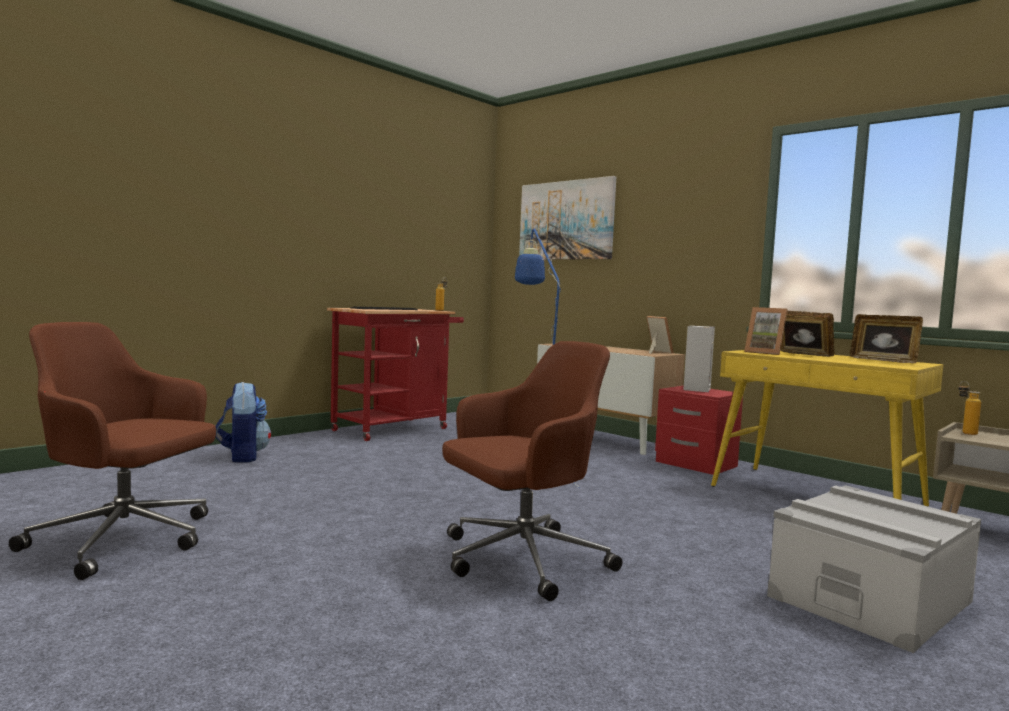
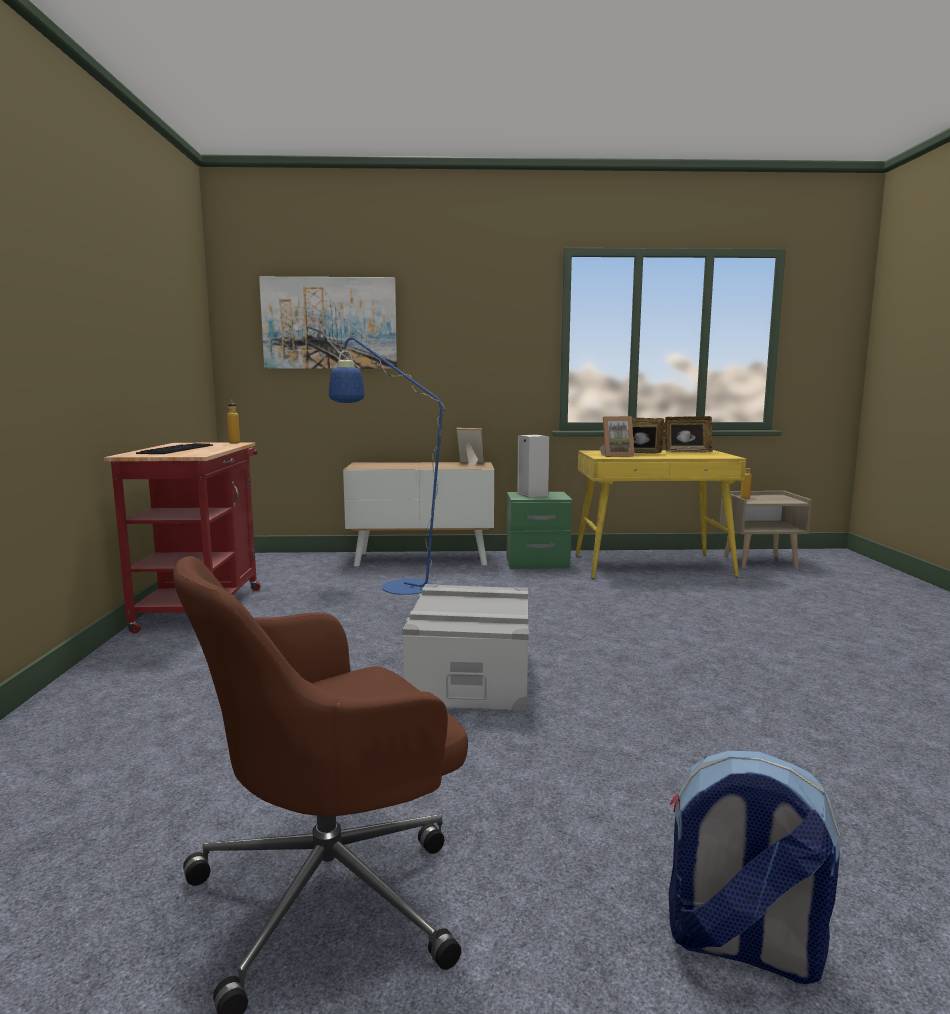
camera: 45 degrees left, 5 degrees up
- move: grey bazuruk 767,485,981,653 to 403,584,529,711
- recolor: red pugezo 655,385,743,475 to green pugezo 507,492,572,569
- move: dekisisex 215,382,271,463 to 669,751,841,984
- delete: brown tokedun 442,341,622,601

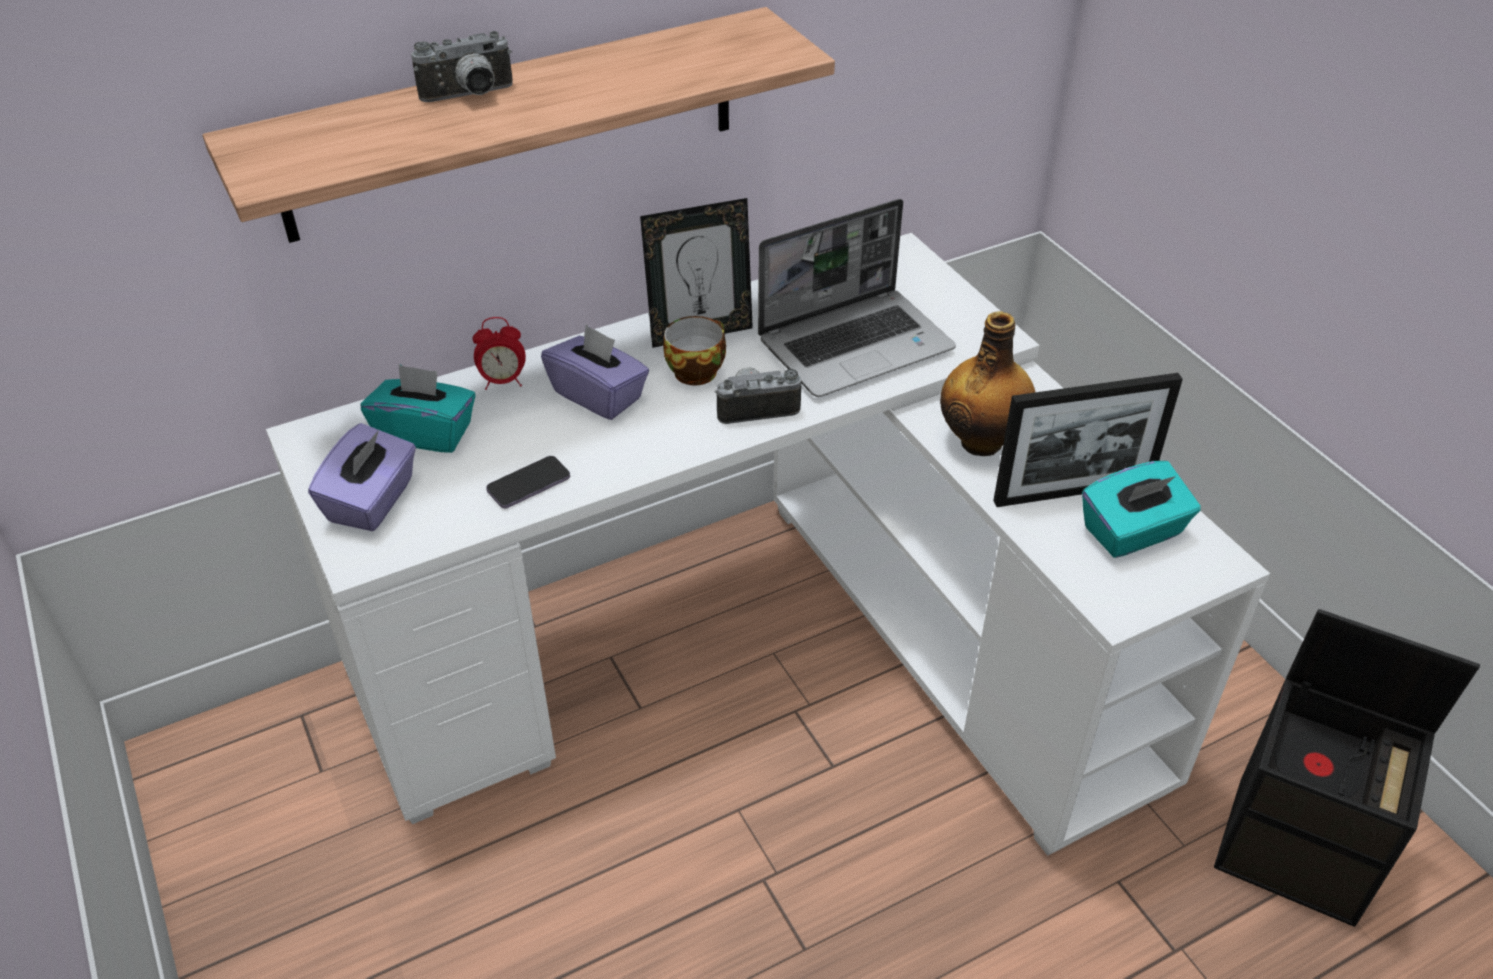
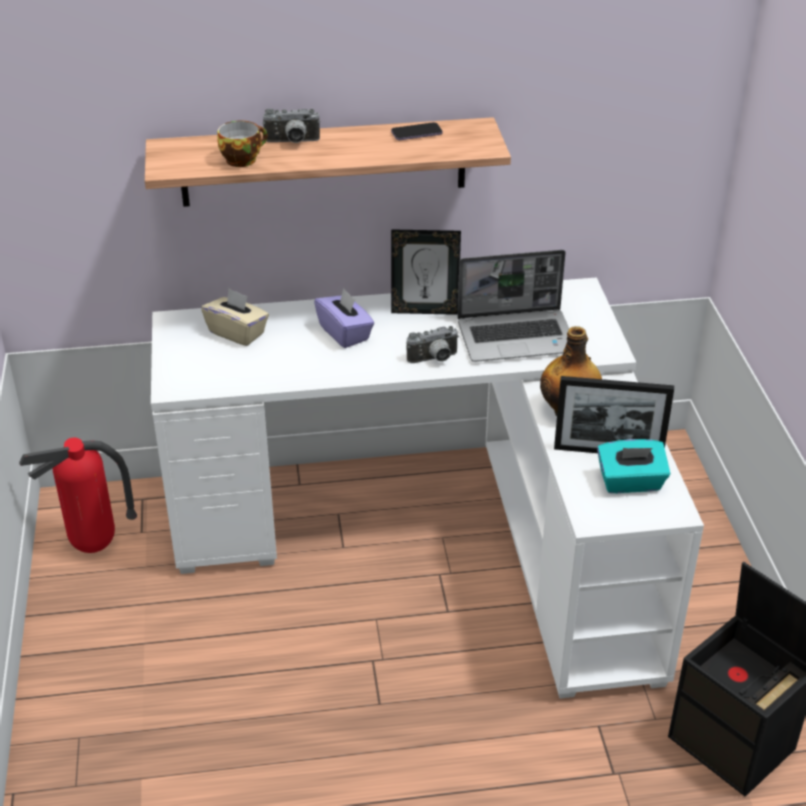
camera: 20 degrees right, 5 degrees down
- insert: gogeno 19,438,137,553
- recolor: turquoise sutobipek 360,364,476,453 to beige sutobipek 201,288,269,346
- move: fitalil 663,316,726,386 to 217,121,268,167
- move: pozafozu 486,456,570,508 to 391,122,442,140
- rotate: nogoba 714,367,801,424 = 407,326,459,363 150 degrees clockwise
- delete: purple sutobipek 308,423,416,531
- delete: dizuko 473,317,526,390

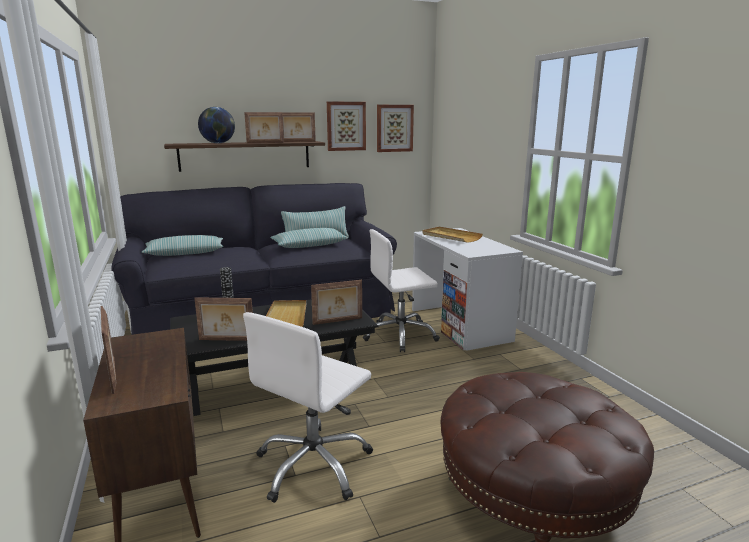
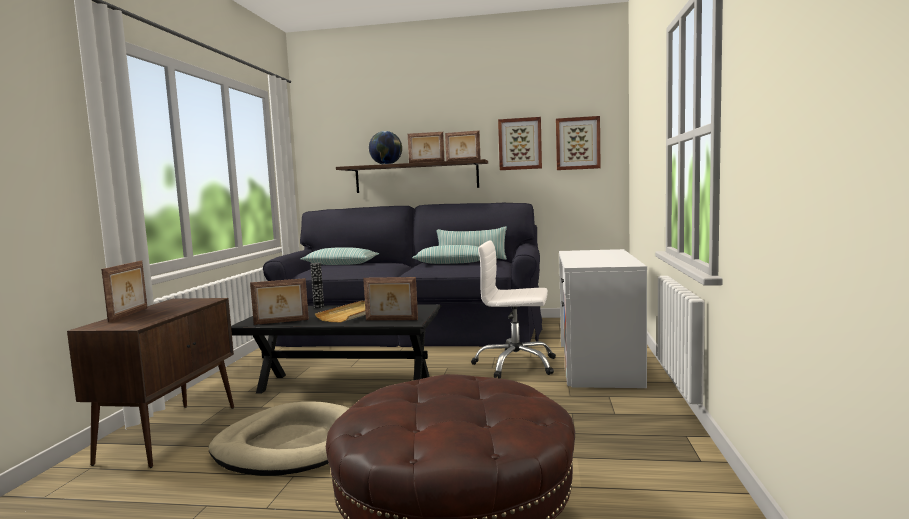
camera: 30 degrees right, 10 degrees down
- replace: white tokedun 243,312,373,503 to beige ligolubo 209,402,349,476
- rotate: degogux 194,297,253,341 = 250,278,309,325 45 degrees counterclockwise
- delete: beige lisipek 422,227,483,243

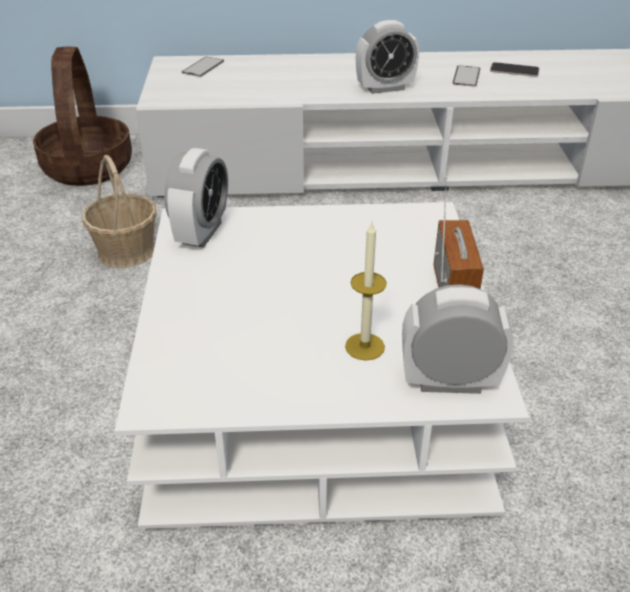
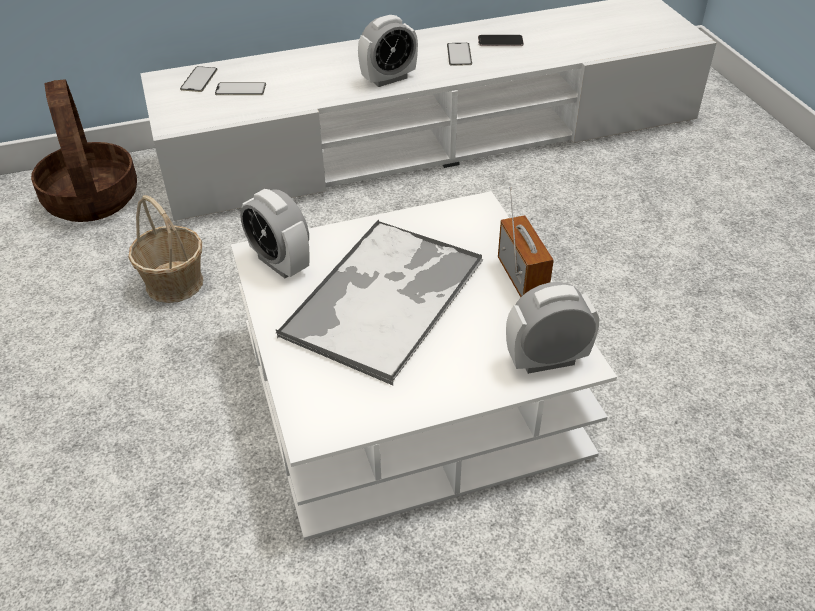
camera: 15 degrees left, 5 degrees up
- insert: pozafozu 215,82,266,95
- rotate: dizuko 164,148,228,248 = 240,189,310,278 135 degrees clockwise
- insert: lisipek 276,219,484,385
- delete: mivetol 345,223,387,360

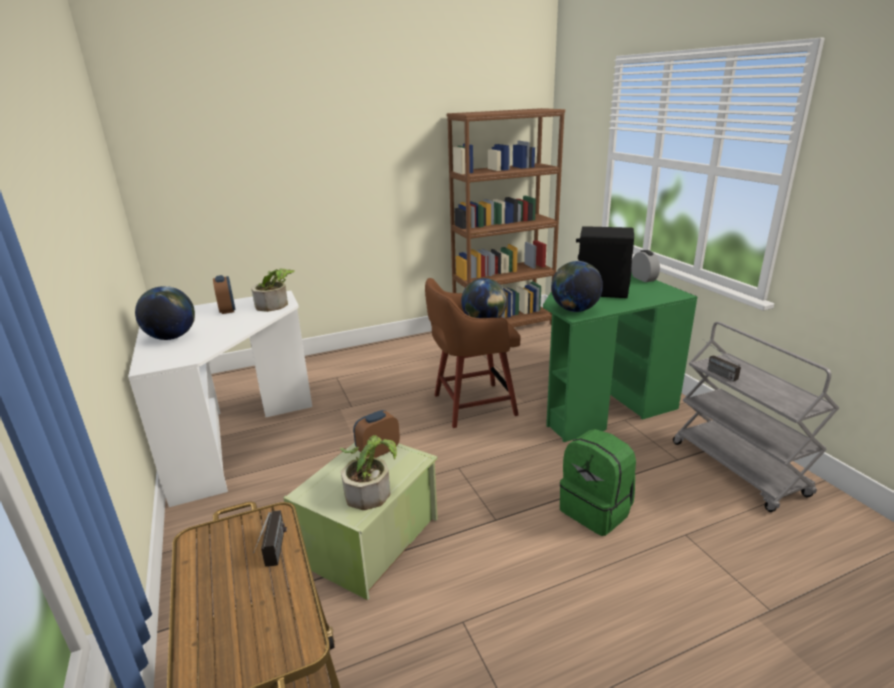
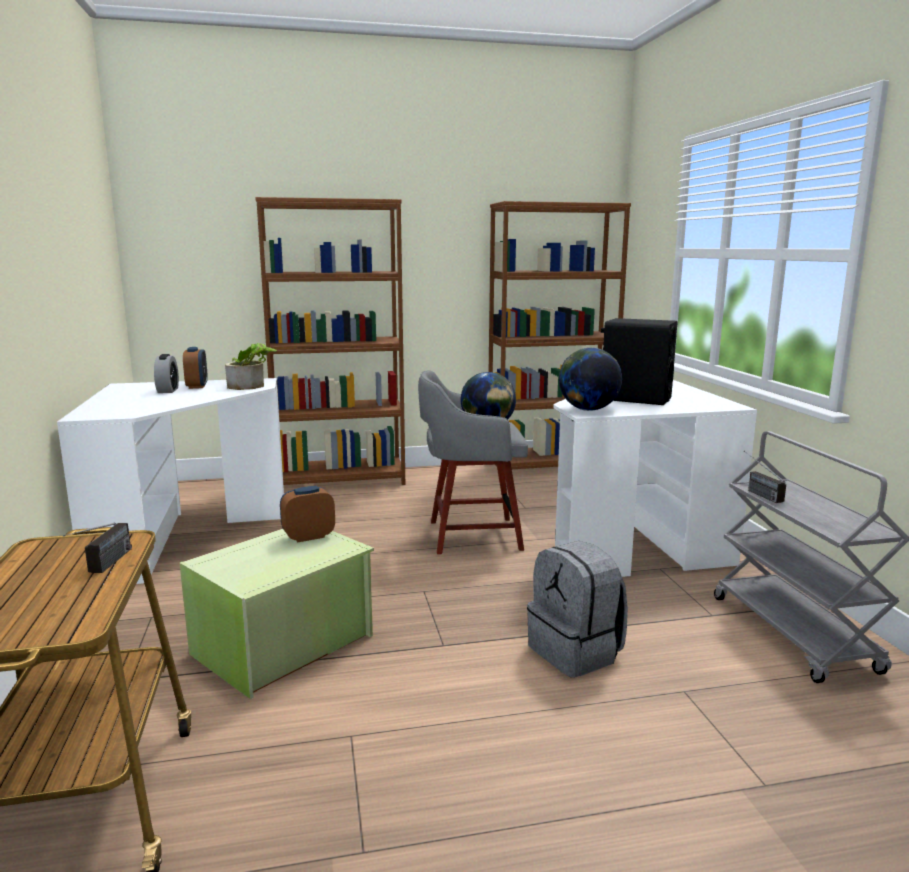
camera: 10 degrees right, 10 degrees down
- move: dizuko 631,250,660,282 to 154,354,179,393
- insert: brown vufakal 255,197,405,485
- recolor: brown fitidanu 425,278,520,428 to grey fitidanu 418,370,528,554
- recolor: green dekisisex 560,429,636,536 to grey dekisisex 527,541,628,678
- recolor: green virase 543,272,697,442 to white virase 553,380,757,577
- delete: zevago 135,286,195,340
- delete: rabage 340,435,397,510

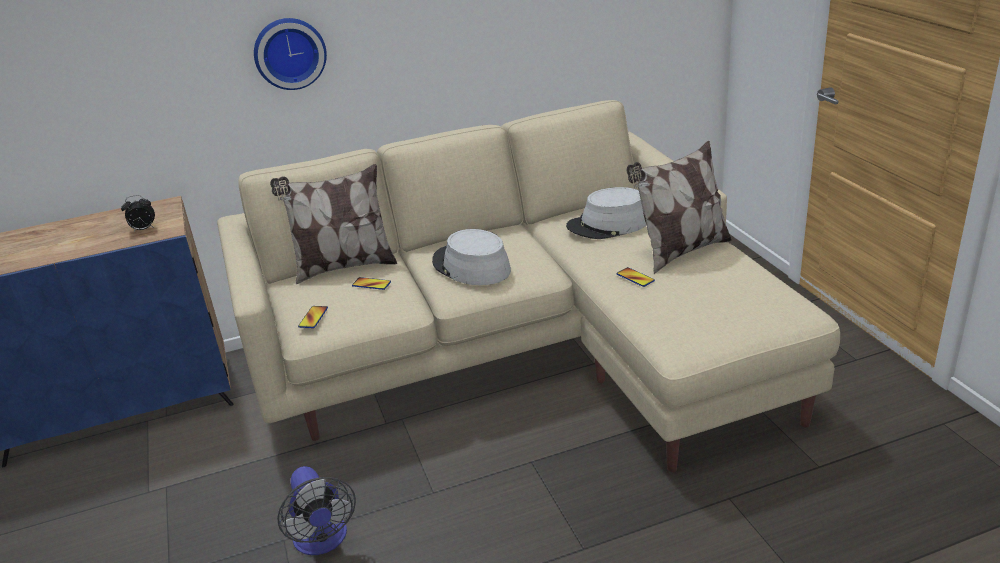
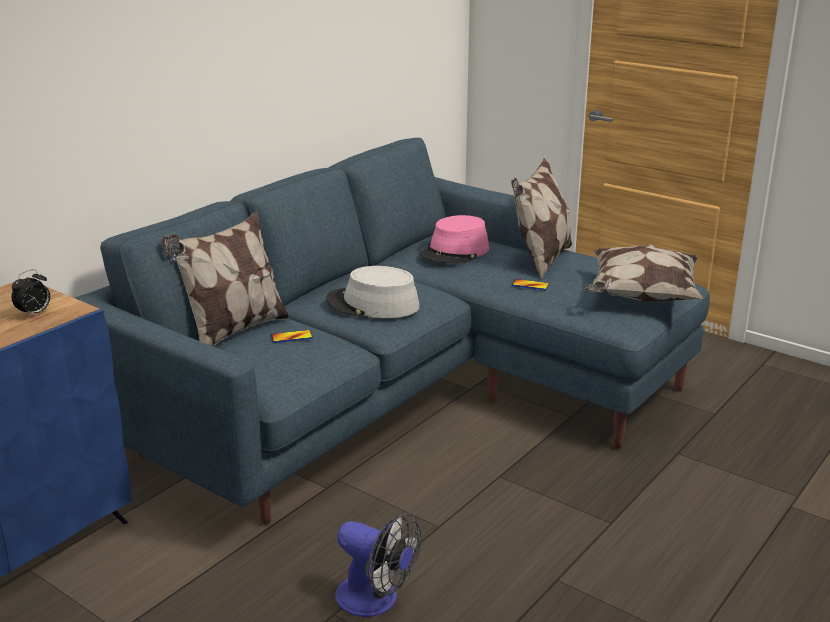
camera: 35 degrees left, 5 degrees down
- recolor: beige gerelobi 217,100,840,472 to blue gerelobi 74,138,710,524
- recolor: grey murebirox 566,187,646,239 to pink murebirox 420,215,489,264
- insert: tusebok 585,244,703,301
- delete: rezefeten 254,18,327,90
- delete: pozafozu 298,306,328,328

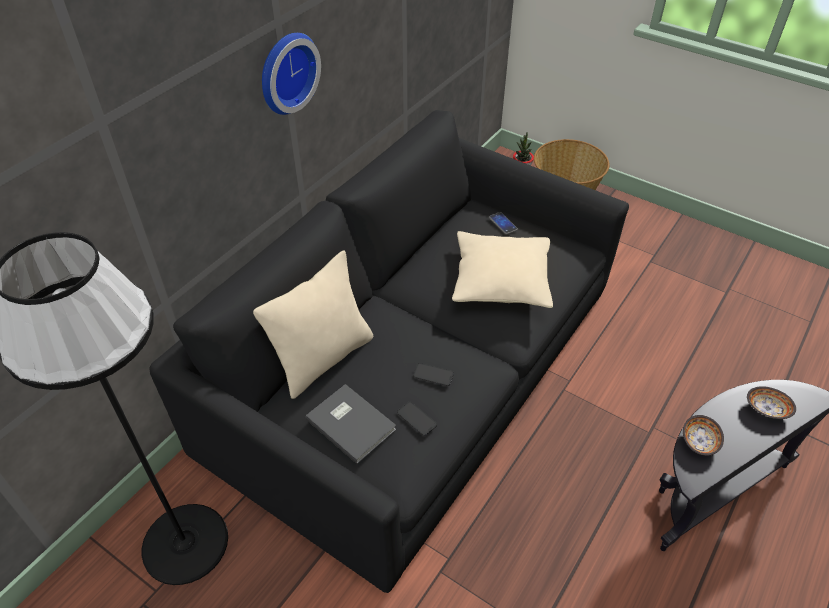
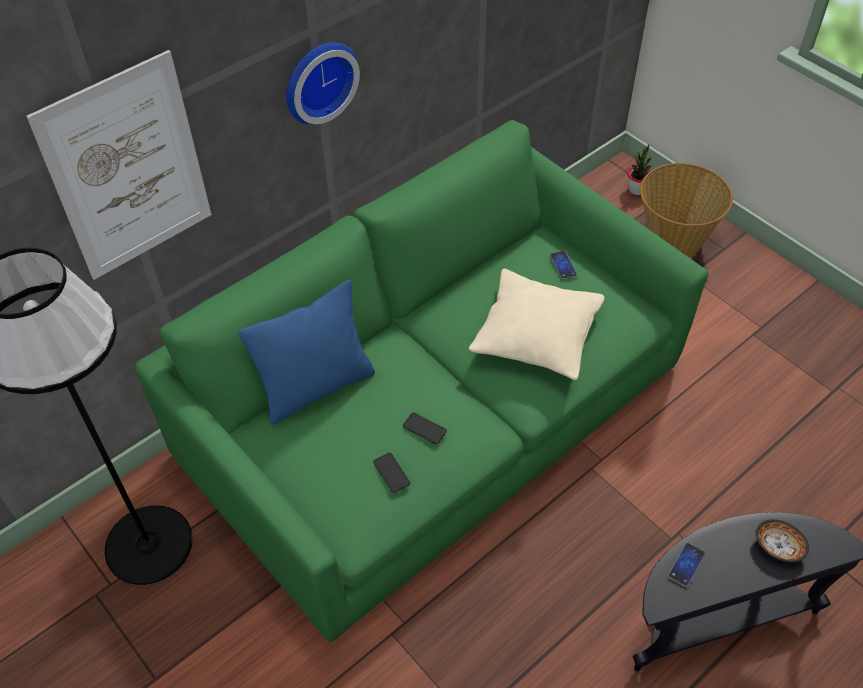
camera: 15 degrees right, 5 degrees up
- insert: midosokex 27,50,211,280
- recolor: black gerelobi 149,110,629,593 to green gerelobi 135,120,709,642
- recolor: beige tusebok 253,251,373,399 to blue tusebok 238,280,375,424
- replace: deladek 683,415,724,456 to pozafozu 668,543,706,587
- delete: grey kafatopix 305,384,396,464

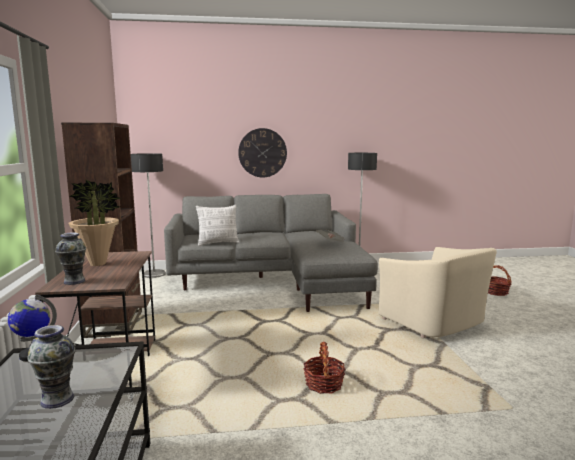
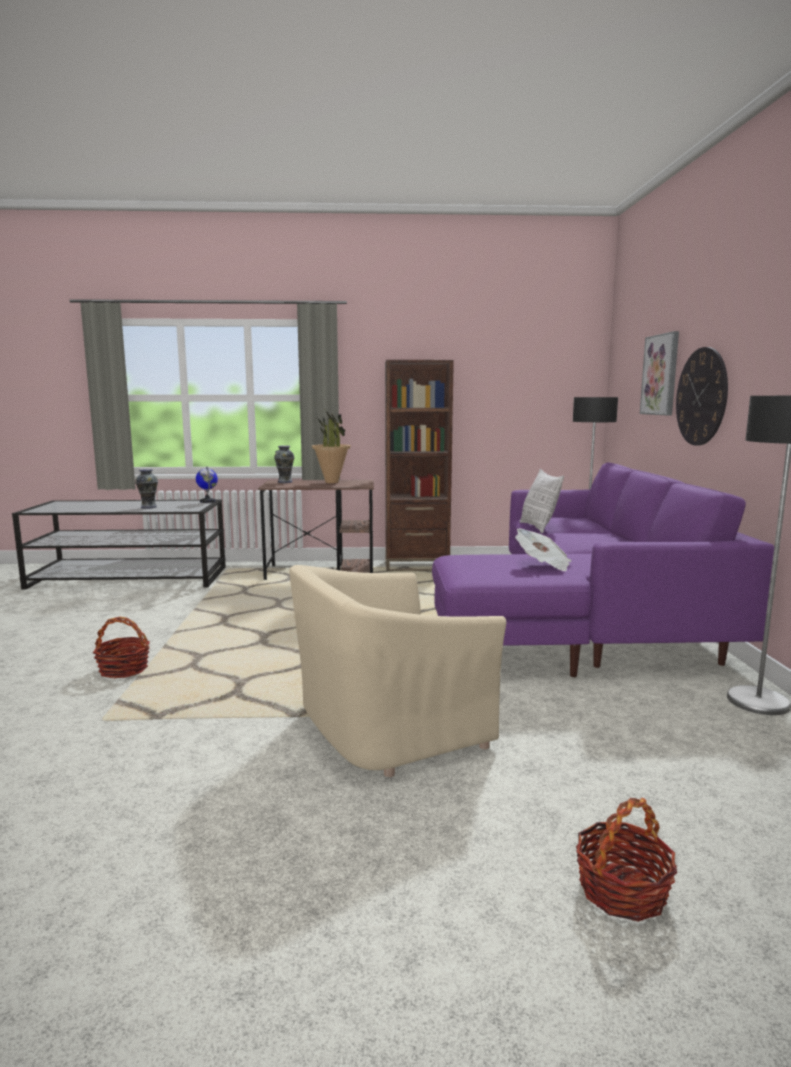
camera: 95 degrees right, 0 degrees up
- move: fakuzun 304,342,346,394 to 93,616,150,679
- recolor: grey gerelobi 164,194,378,312 to purple gerelobi 432,462,774,677
- insert: midosokex 640,331,679,416

